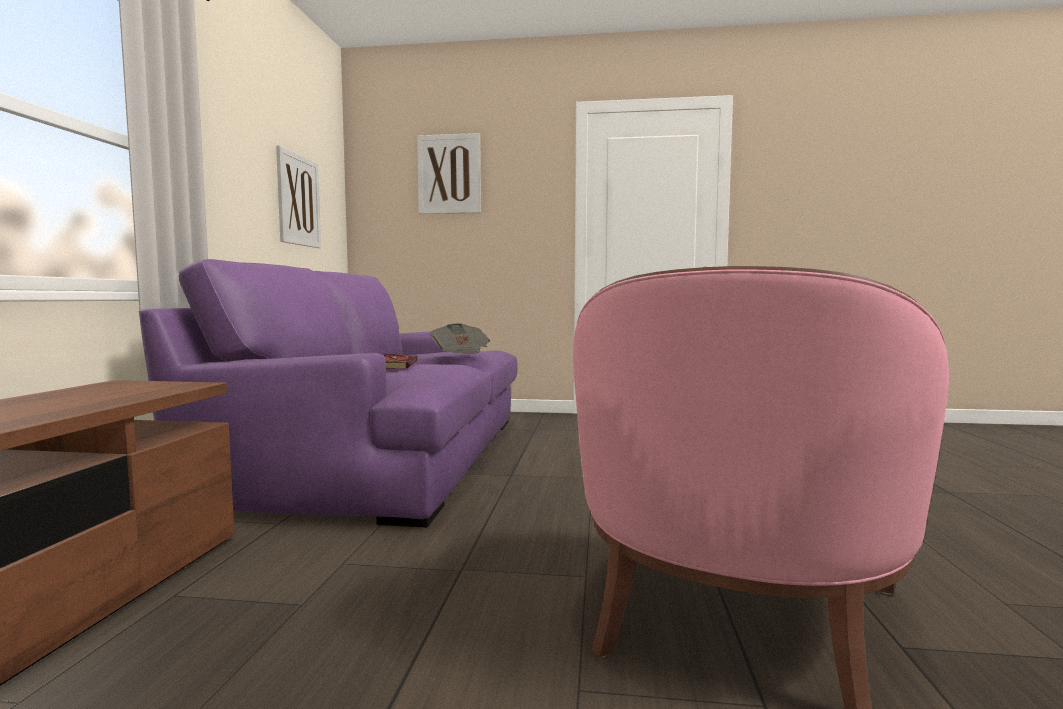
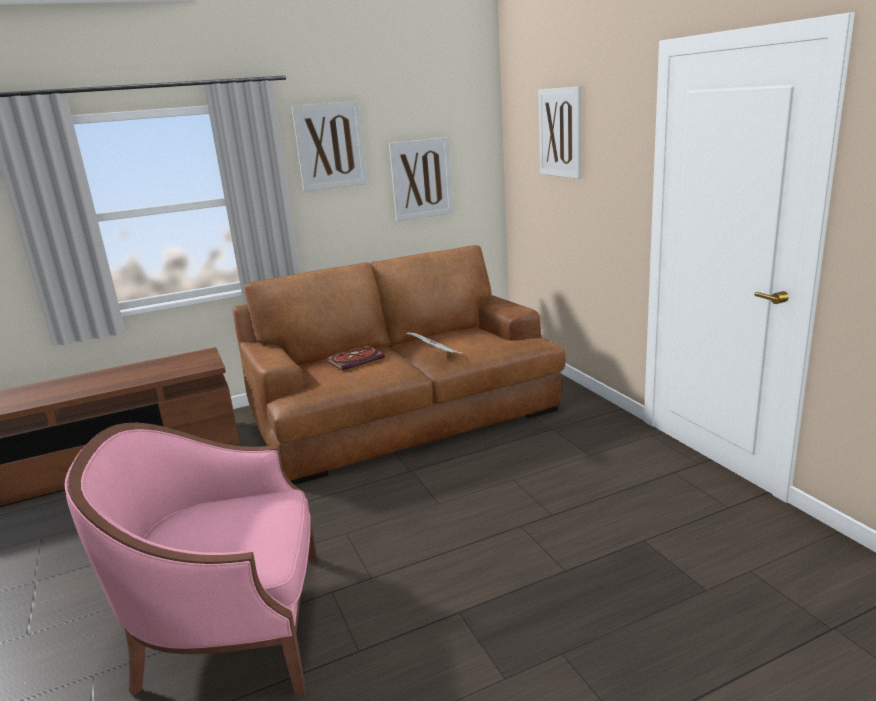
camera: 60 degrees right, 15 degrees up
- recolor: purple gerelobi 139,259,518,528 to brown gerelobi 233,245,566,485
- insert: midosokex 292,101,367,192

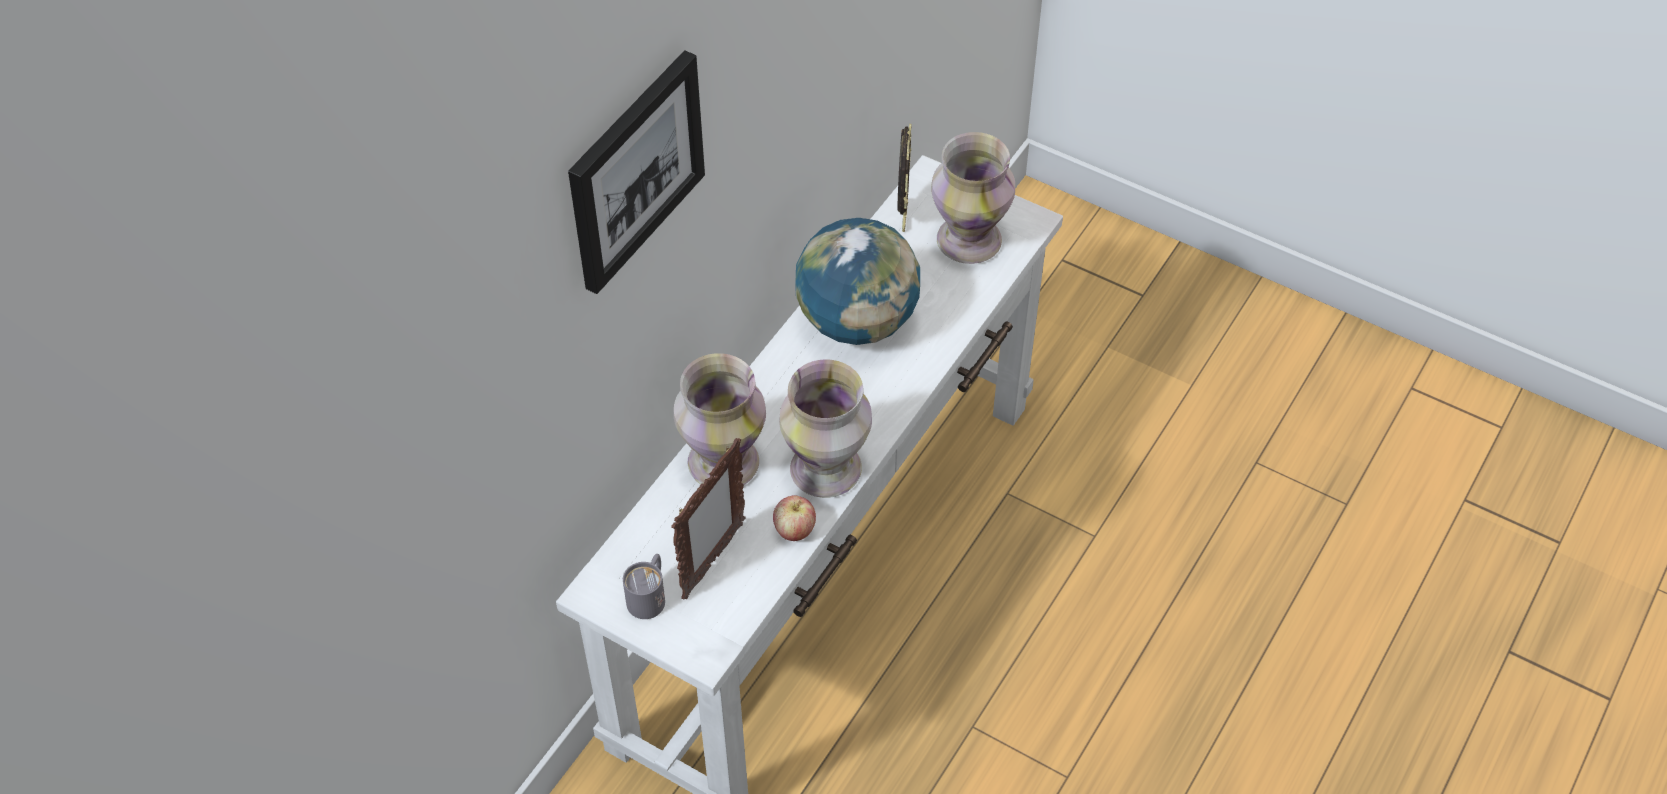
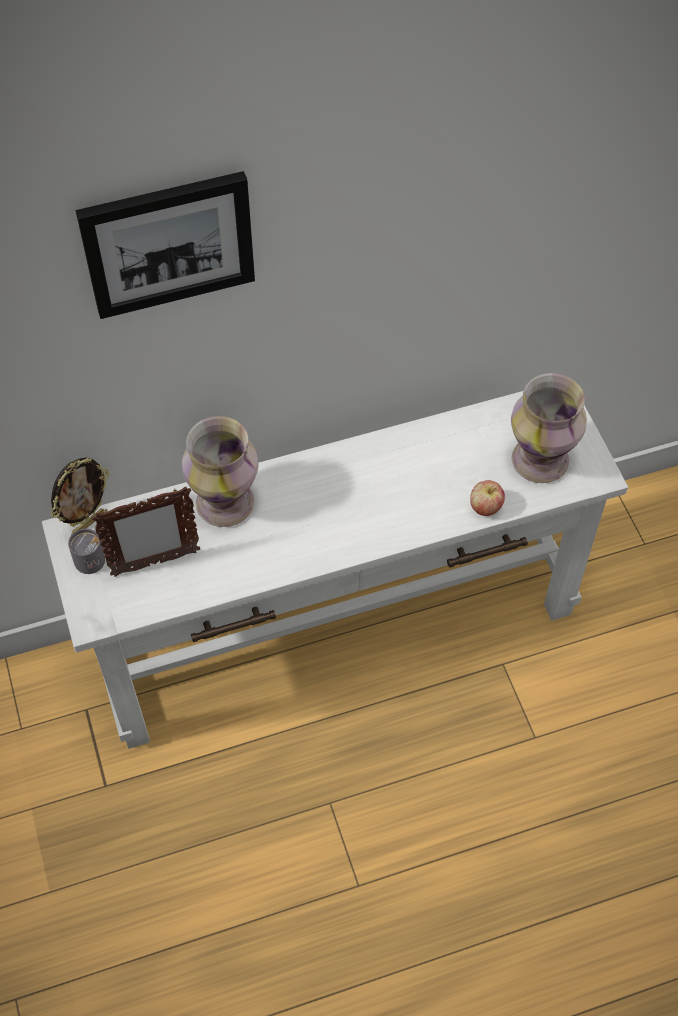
camera: 40 degrees right, 5 degrees up
- move: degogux 898,124,911,232 to 51,458,110,535
- move: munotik 773,495,816,541 to 470,480,505,516
- delete: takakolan 779,359,872,498
- delete: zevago 796,218,920,345

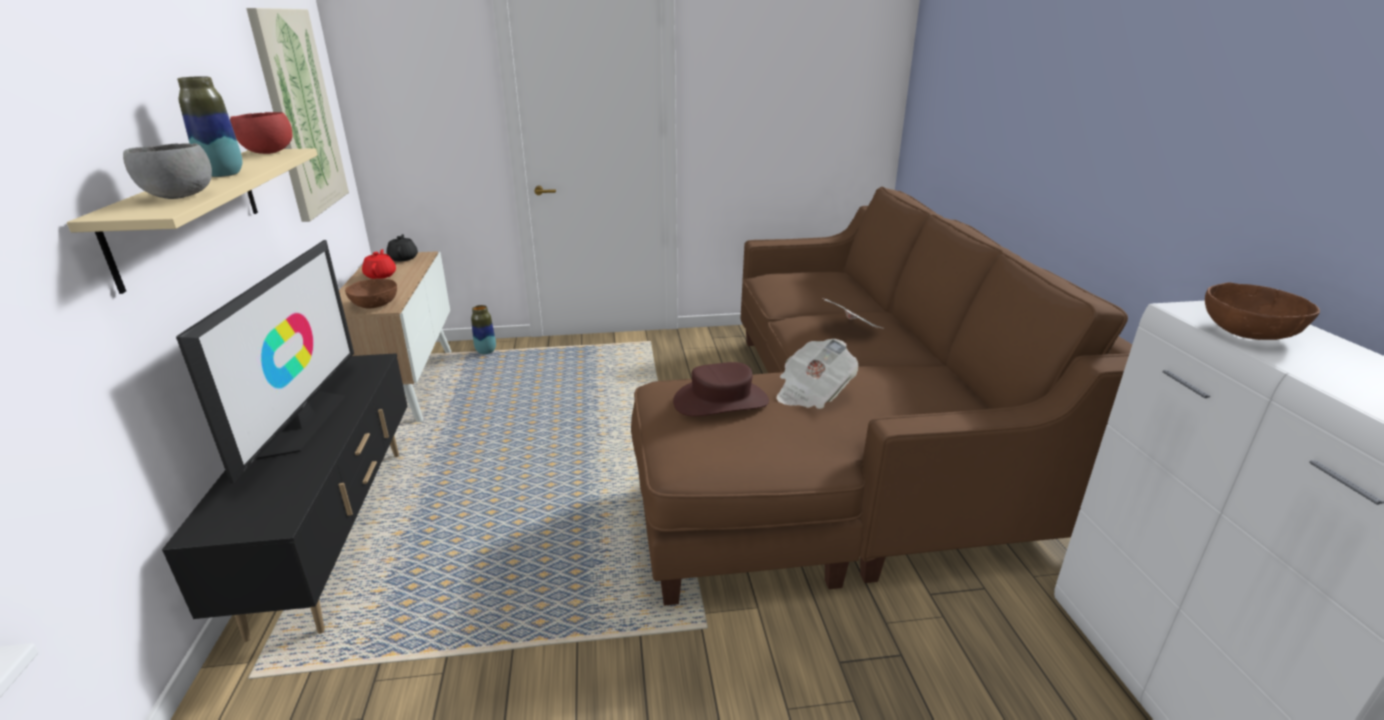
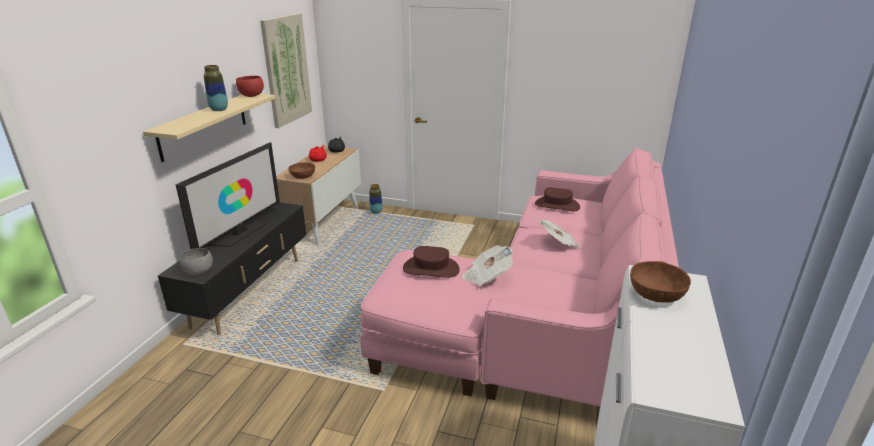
camera: 25 degrees right, 0 degrees up
- move: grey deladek 123,143,212,199 to 179,248,213,275
- recolor: brown gerelobi 631,187,1132,606 to pink gerelobi 360,147,679,407
- insert: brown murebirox 535,187,580,211

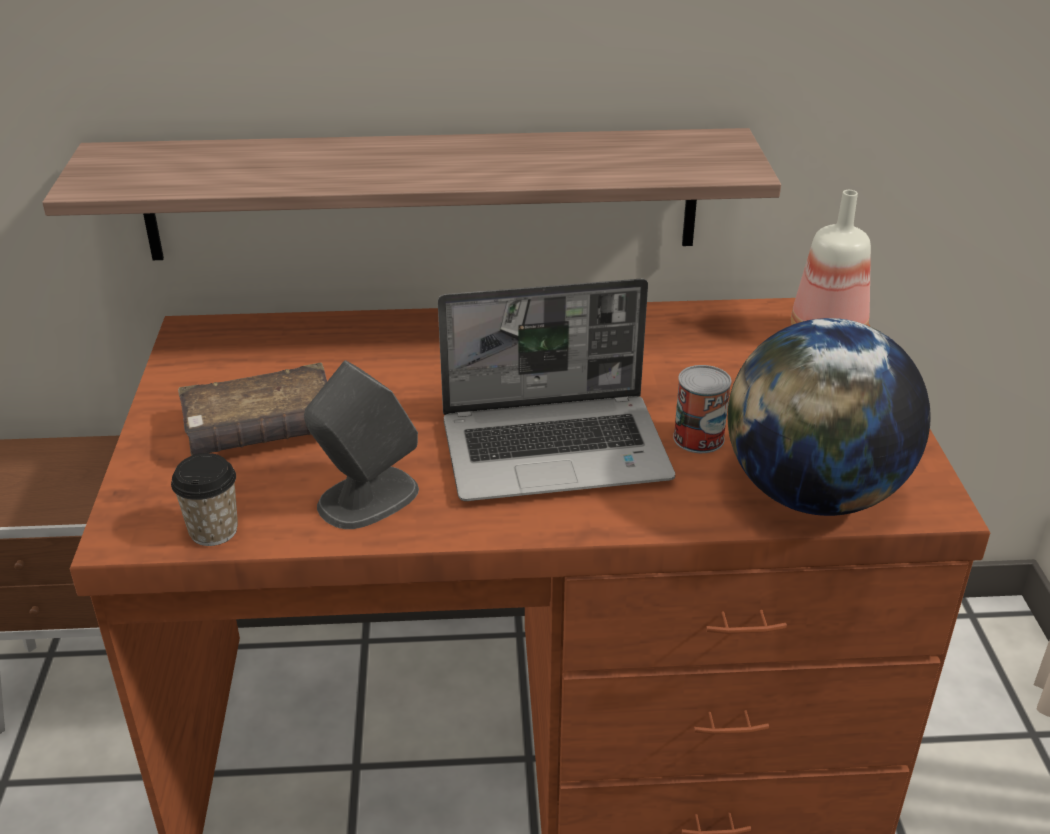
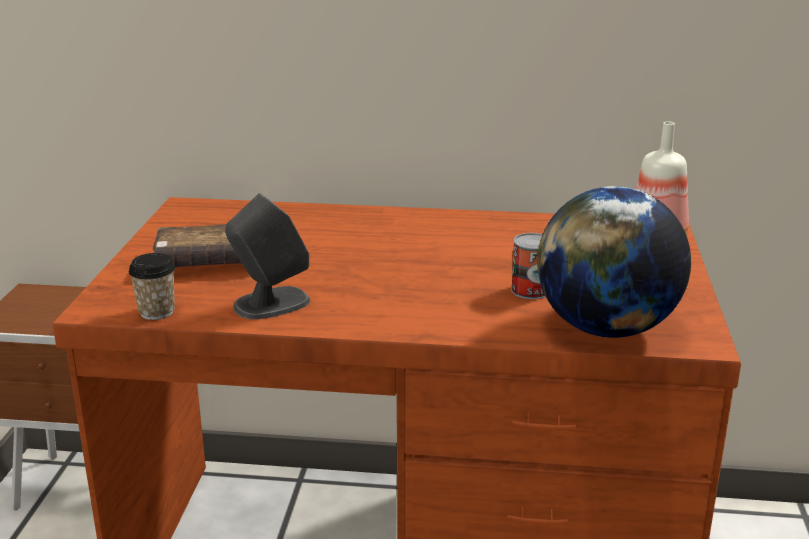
camera: 10 degrees right, 10 degrees down
- delete: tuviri 42,128,781,260
- delete: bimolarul 438,279,675,501

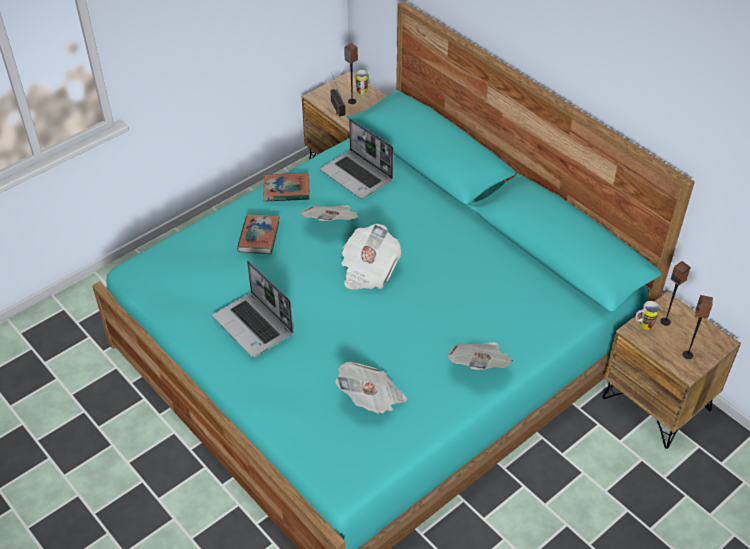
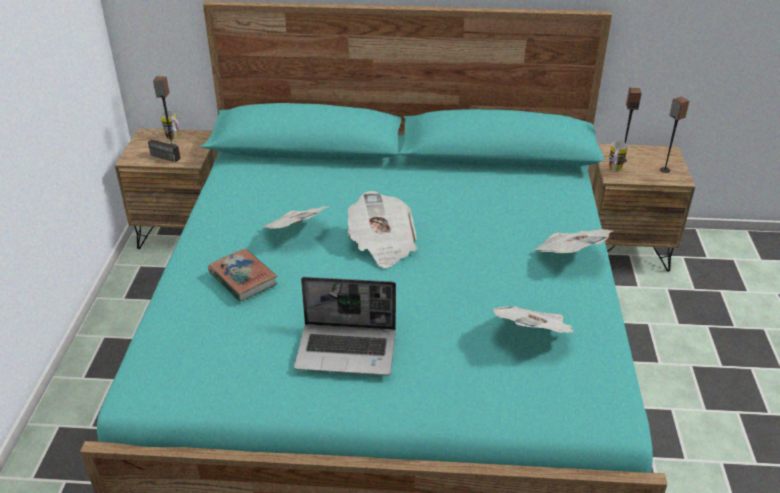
camera: 45 degrees left, 10 degrees down
- delete: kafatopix 264,173,310,202
- delete: bimolarul 320,118,393,199

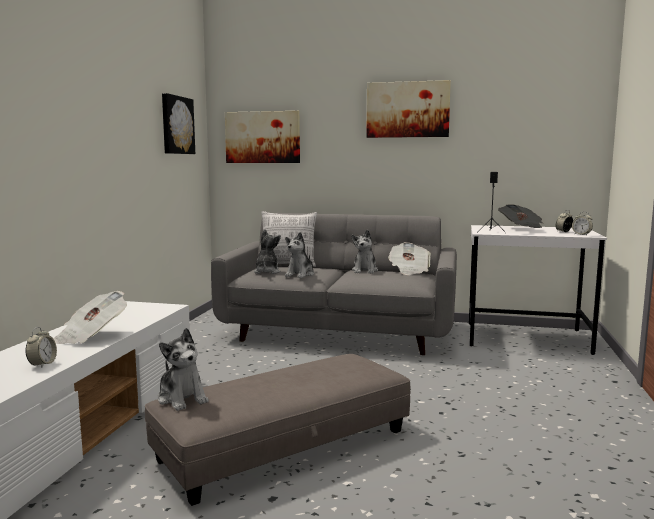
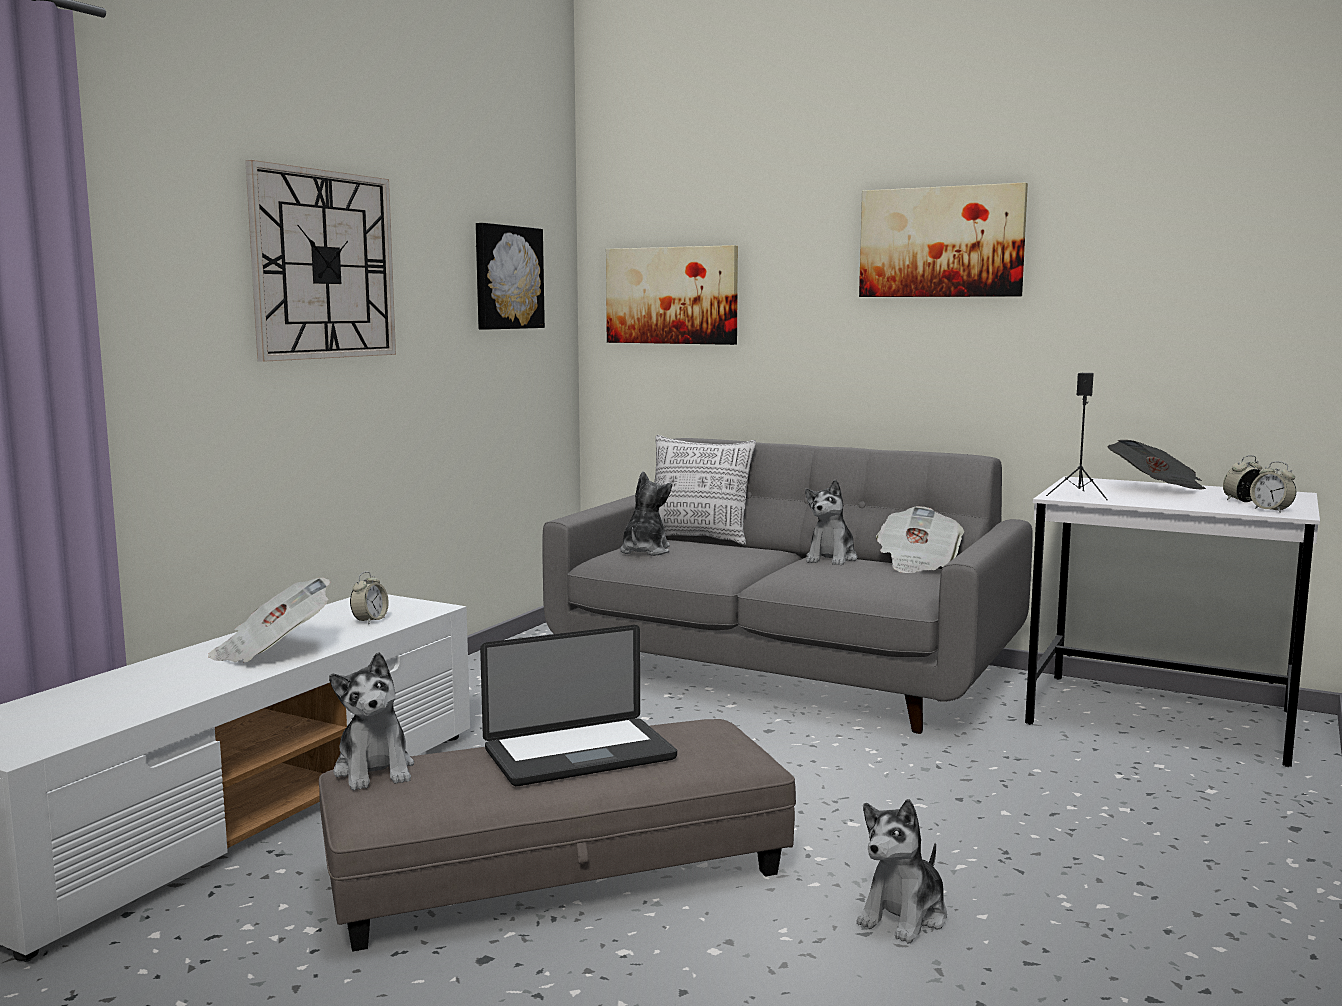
camera: 15 degrees right, 0 degrees up
- insert: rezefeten 245,160,396,362
- move: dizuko 25,327,57,368 to 350,572,389,625
- insert: bimolarul 480,625,677,786
- move: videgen 285,232,314,278 to 857,799,947,943

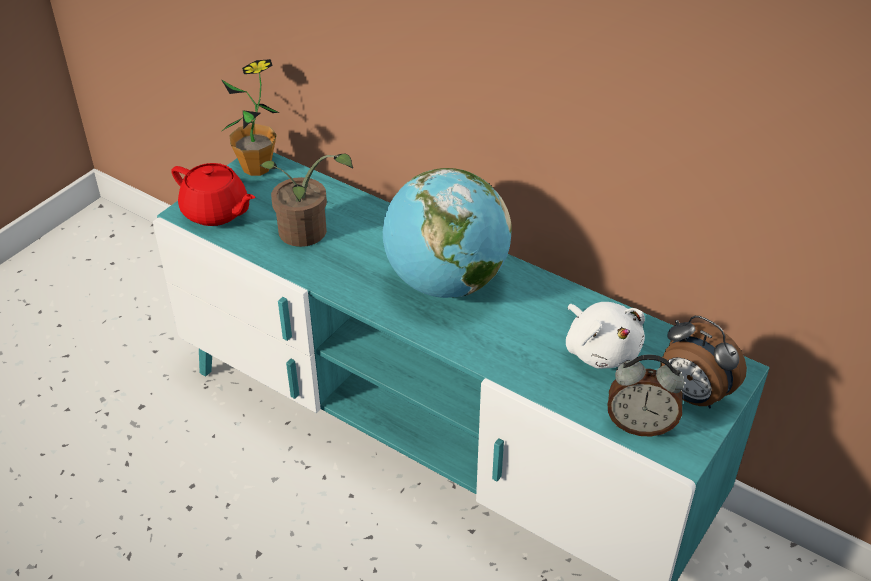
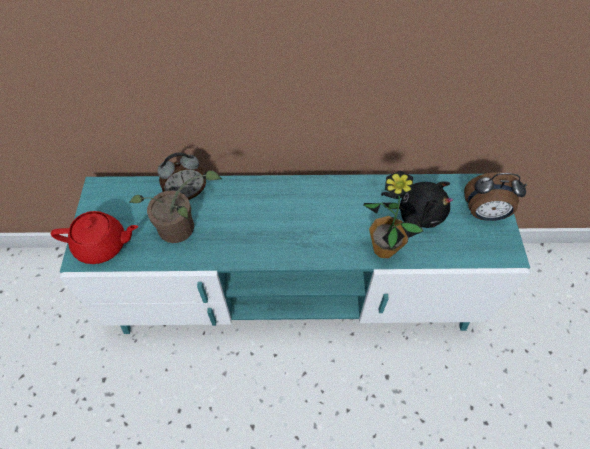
camera: 35 degrees left, 15 degrees up
- move: dizuko 608,354,684,436 to 158,152,206,200
- move: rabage 221,59,279,176 to 364,171,423,258
- recolor: white videgen 566,302,645,369 to black videgen 381,181,453,228
- delete: zevago 383,168,512,298

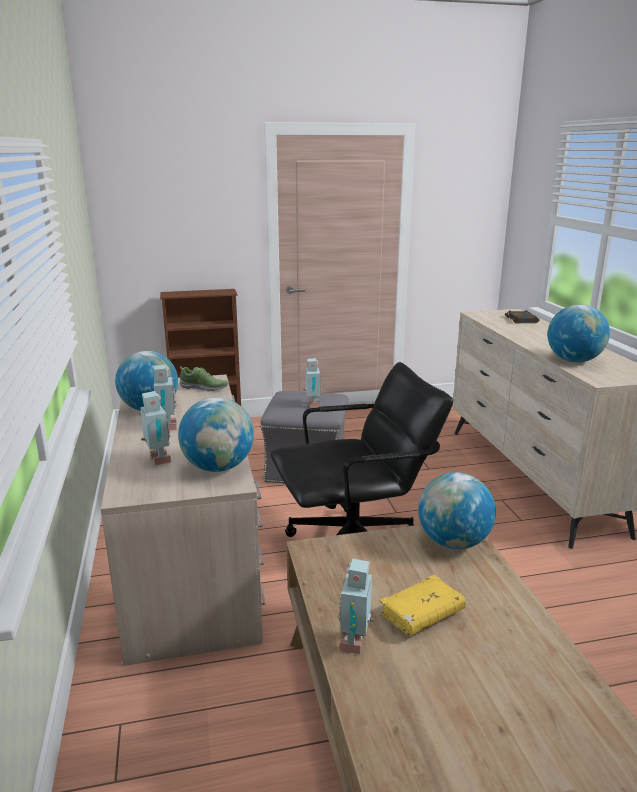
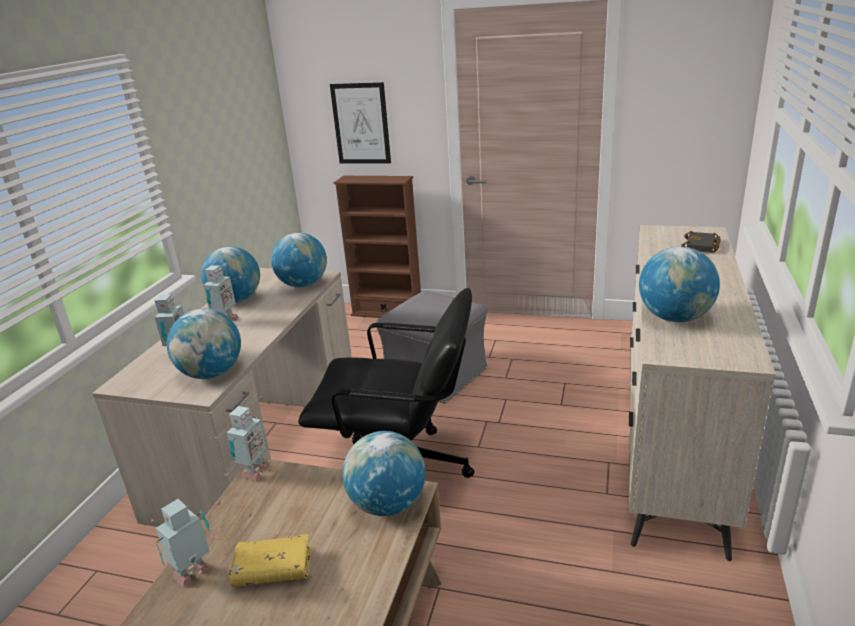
camera: 30 degrees right, 5 degrees up
- move: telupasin 303,358,322,408 to 227,406,271,481
- replace: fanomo 179,366,228,392 to zevago 271,233,327,287
- insert: midosokex 330,82,391,164

